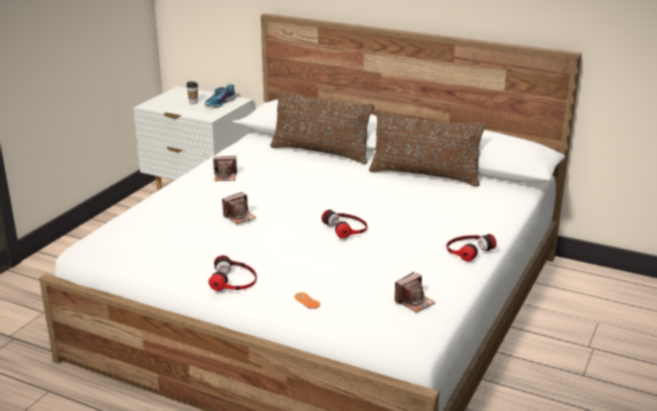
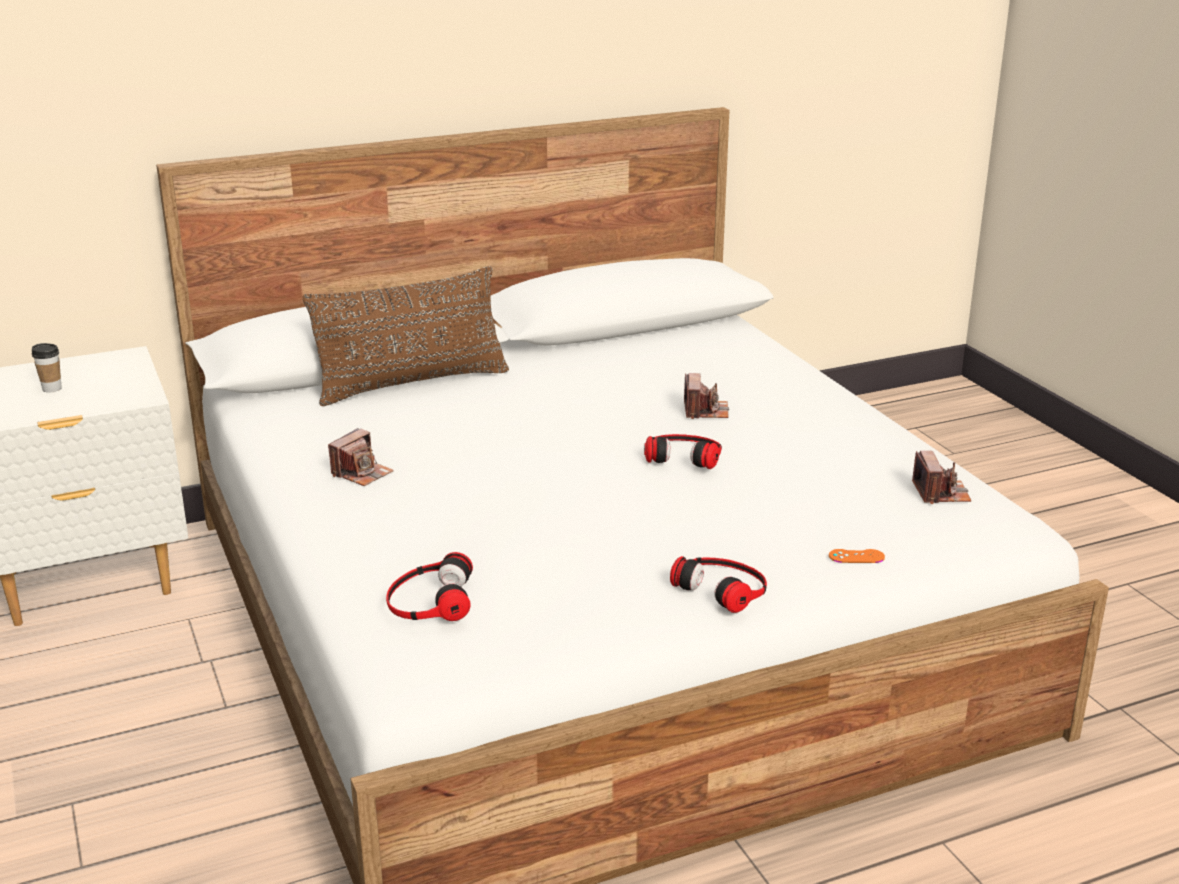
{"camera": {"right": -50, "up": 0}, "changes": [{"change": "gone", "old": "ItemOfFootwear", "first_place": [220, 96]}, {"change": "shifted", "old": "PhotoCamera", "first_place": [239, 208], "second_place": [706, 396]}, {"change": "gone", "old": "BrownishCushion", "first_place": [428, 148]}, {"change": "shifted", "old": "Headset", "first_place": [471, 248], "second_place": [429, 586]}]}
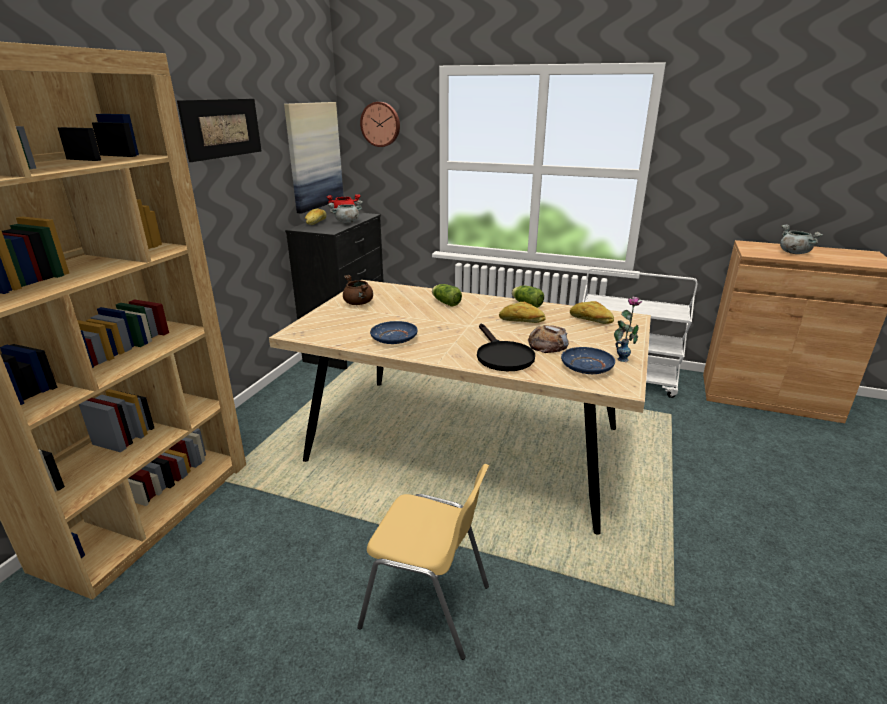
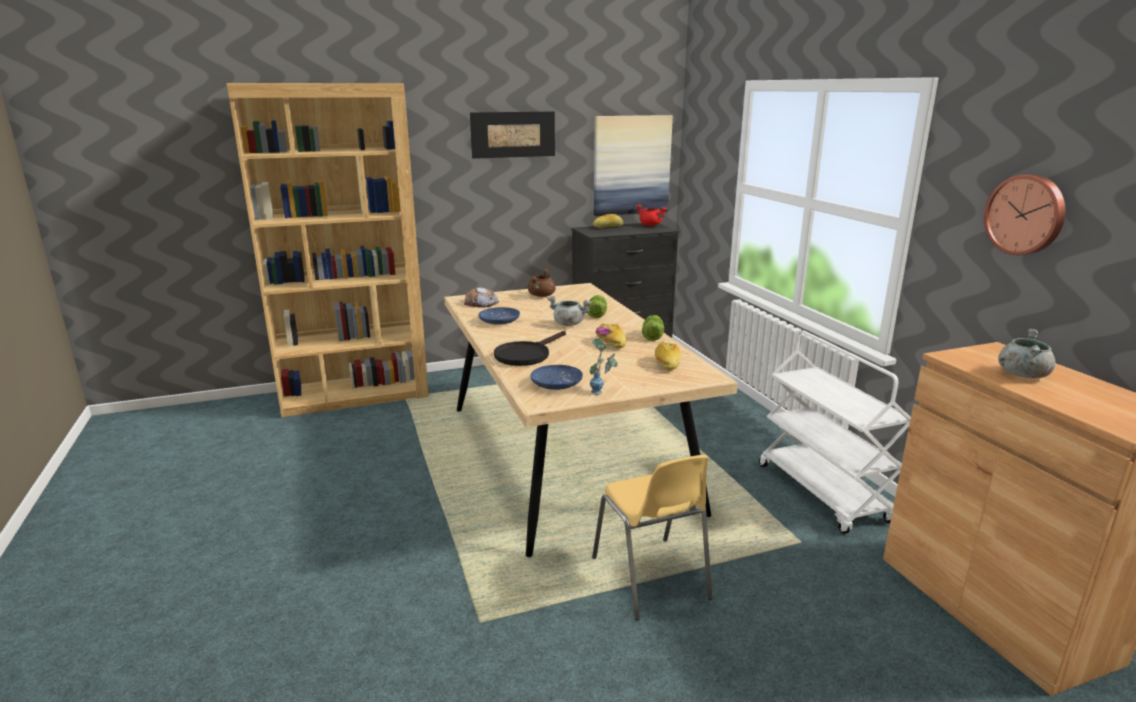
{"camera": {"right": 50, "up": -5}, "changes": [{"change": "shifted", "old": "GrayStockpot", "first_place": [345, 211], "second_place": [569, 311]}, {"change": "shifted", "old": "YellowColouredUprightChair", "first_place": [423, 562], "second_place": [652, 537]}, {"change": "shifted", "old": "WallClock", "first_place": [380, 124], "second_place": [1024, 214]}, {"change": "shifted", "old": "Bread", "first_place": [548, 339], "second_place": [481, 297]}]}
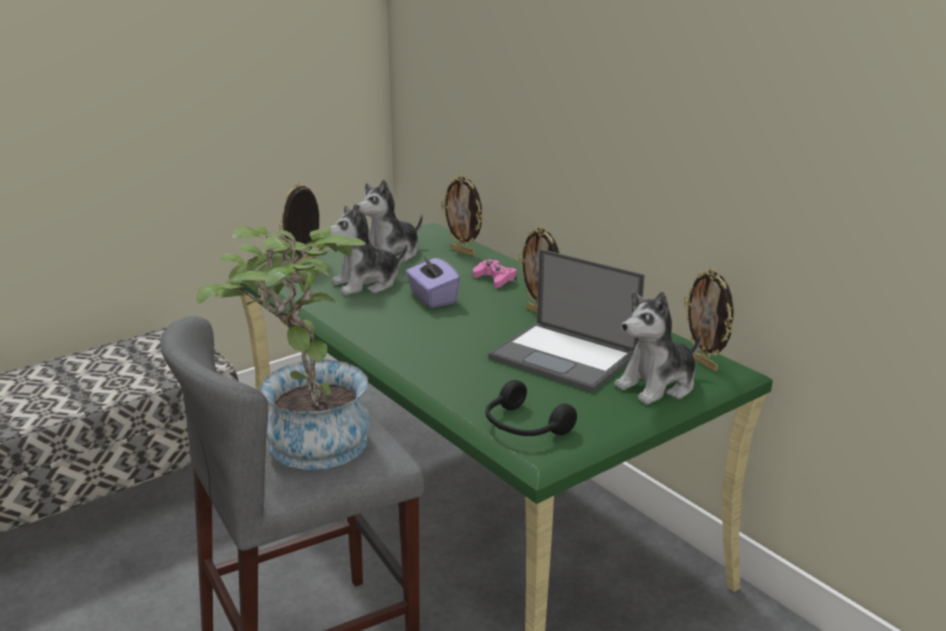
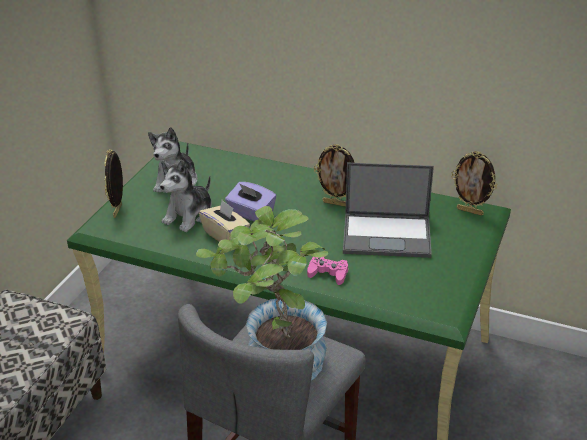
{"camera": {"right": -30, "up": 10}, "changes": [{"change": "gone", "old": "PhotoFrame", "first_place": [462, 215]}, {"change": "shifted", "old": "PinkColouredGameController", "first_place": [495, 274], "second_place": [327, 270]}, {"change": "gone", "old": "BlackishHeadset", "first_place": [531, 408]}, {"change": "gone", "old": "CuddlyToy", "first_place": [657, 348]}, {"change": "new", "new": "SandColouredTissueHolder", "second_place": [224, 220]}]}
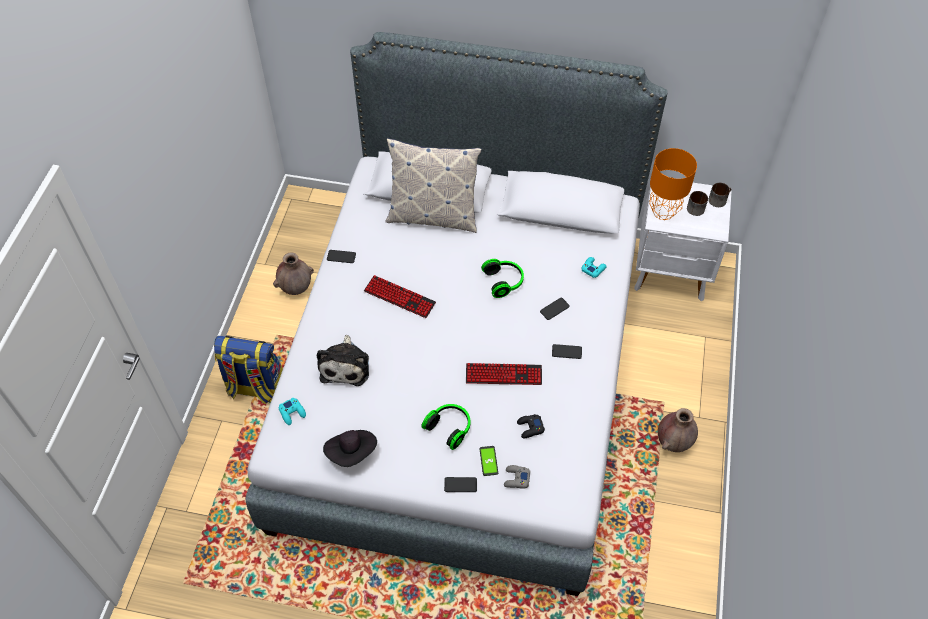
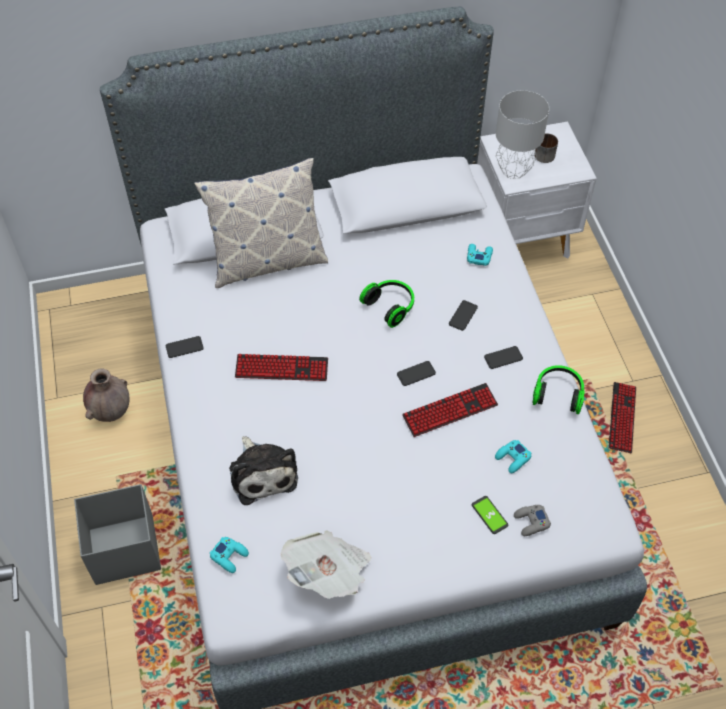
{"camera": {"right": -25, "up": 0}, "changes": [{"change": "swapped", "old": "Backpack", "new": "GrayStorageBin", "first_place": [248, 370], "second_place": [117, 534]}, {"change": "swapped", "old": "BlackishClothingHat", "new": "PrintedPaper", "first_place": [350, 448], "second_place": [326, 564]}, {"change": "shifted", "old": "Headset", "first_place": [446, 427], "second_place": [558, 389]}, {"change": "shifted", "old": "Handset", "first_place": [460, 484], "second_place": [416, 373]}, {"change": "repainted", "old": "BlackishGameController", "new": "TurquoiseColouredGameController", "first_place": [531, 426], "second_place": [513, 456]}, {"change": "repainted", "old": "OrangeTabletopLamp", "new": "GrayTabletopLamp", "first_place": [673, 184], "second_place": [522, 134]}, {"change": "swapped", "old": "BrownishDecorativeVase", "new": "ComputerKeyboard", "first_place": [678, 430], "second_place": [622, 417]}, {"change": "gone", "old": "Mug", "first_place": [720, 195]}]}
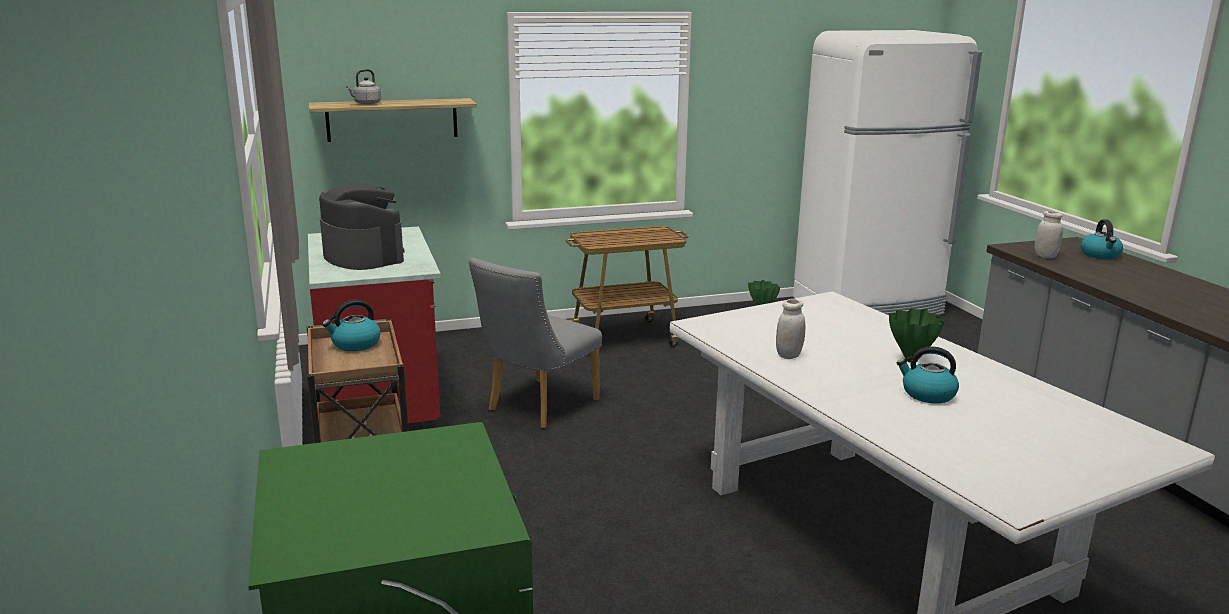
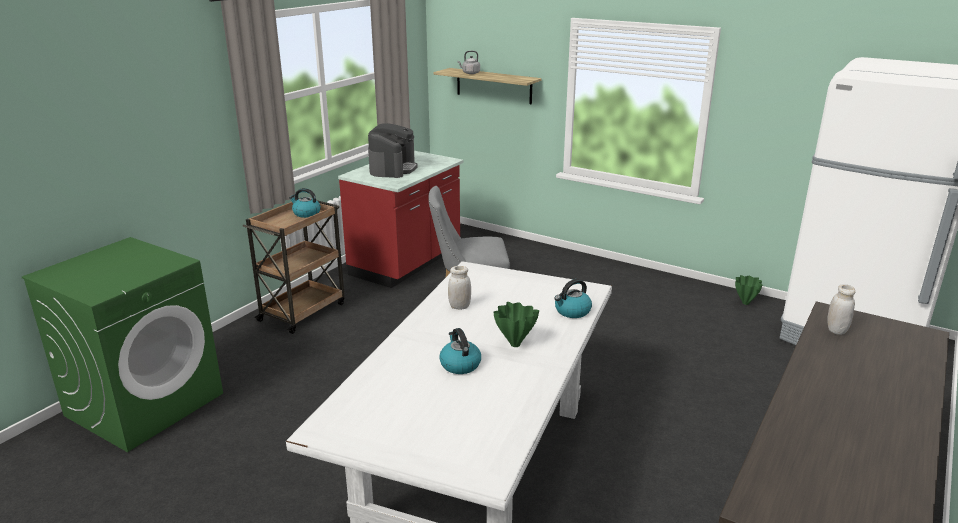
{"camera": {"right": 50, "up": 5}, "changes": [{"change": "gone", "old": "Trolley", "first_place": [627, 286]}, {"change": "shifted", "old": "Kettle", "first_place": [1102, 239], "second_place": [573, 298]}]}
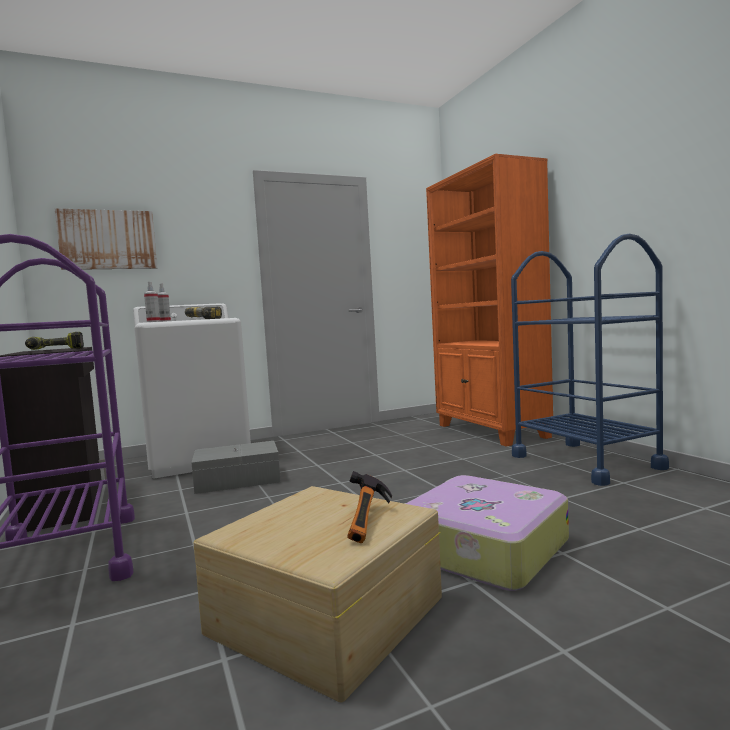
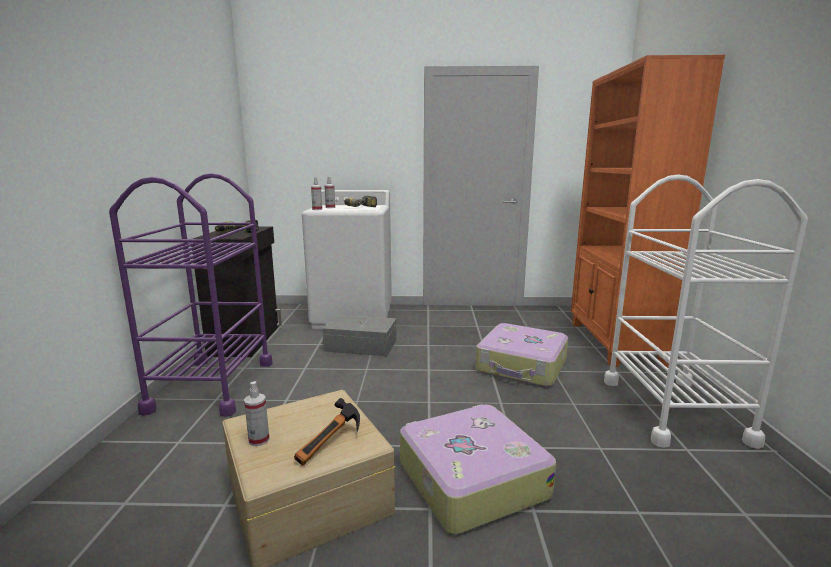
{"camera": {"right": 25, "up": 10}, "changes": [{"change": "gone", "old": "WallArt", "first_place": [106, 239]}, {"change": "repainted", "old": "BlueColouredTrolley", "new": "WhiteTrolley", "first_place": [590, 360], "second_place": [706, 311]}, {"change": "new", "new": "Sprayer", "second_place": [257, 413]}, {"change": "new", "new": "Suitcase", "second_place": [522, 355]}]}
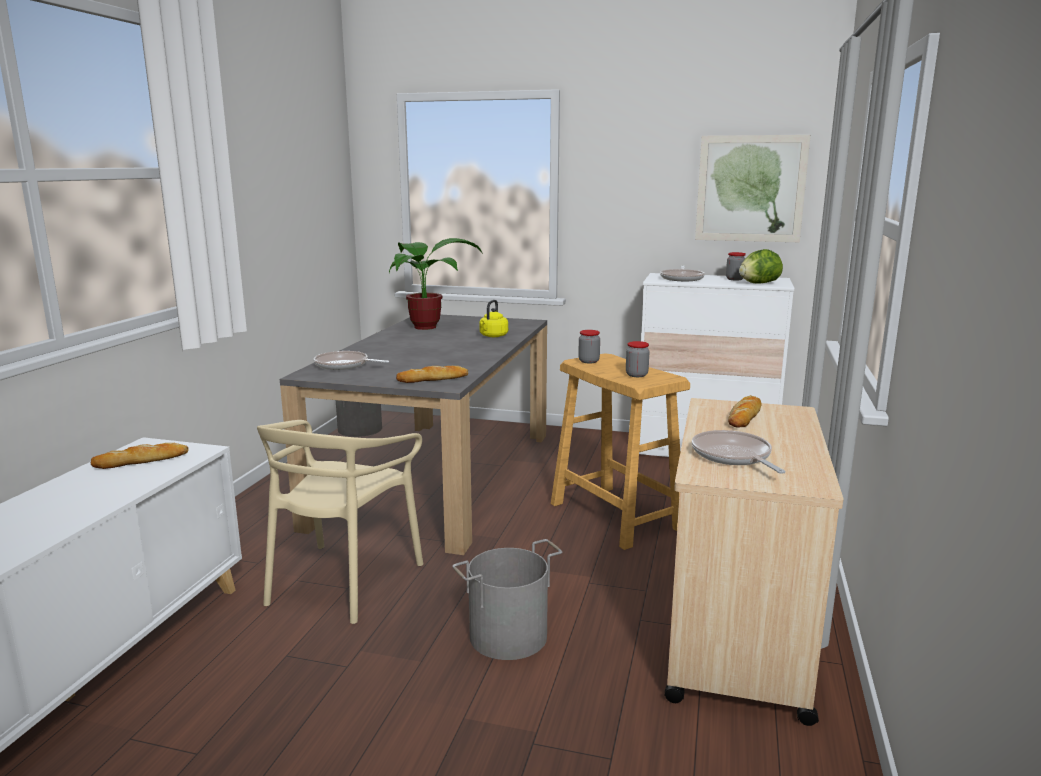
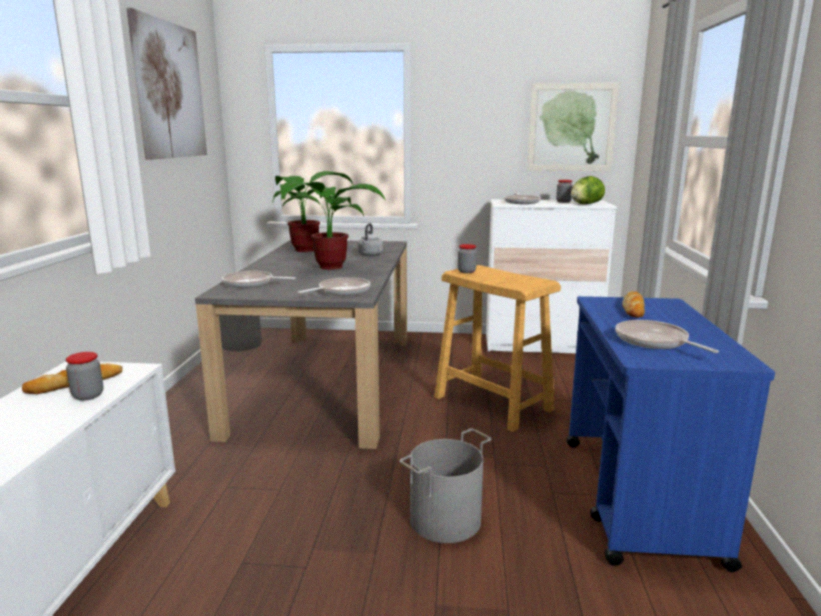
{"camera": {"right": -10, "up": 0}, "changes": [{"change": "gone", "old": "SandColouredUprightChair", "first_place": [340, 522]}, {"change": "swapped", "old": "Bread", "new": "FryingPan", "first_place": [432, 374], "second_place": [334, 286]}, {"change": "repainted", "old": "YellowColouredKettle", "new": "GrayKettle", "first_place": [493, 318], "second_place": [370, 239]}, {"change": "shifted", "old": "StorageJar", "first_place": [638, 359], "second_place": [84, 376]}, {"change": "repainted", "old": "SandColouredTrolley", "new": "BlueColouredTrolley", "first_place": [753, 562], "second_place": [671, 434]}, {"change": "new", "new": "WallArt", "second_place": [167, 84]}, {"change": "new", "new": "PlantInAPot", "second_place": [333, 225]}]}
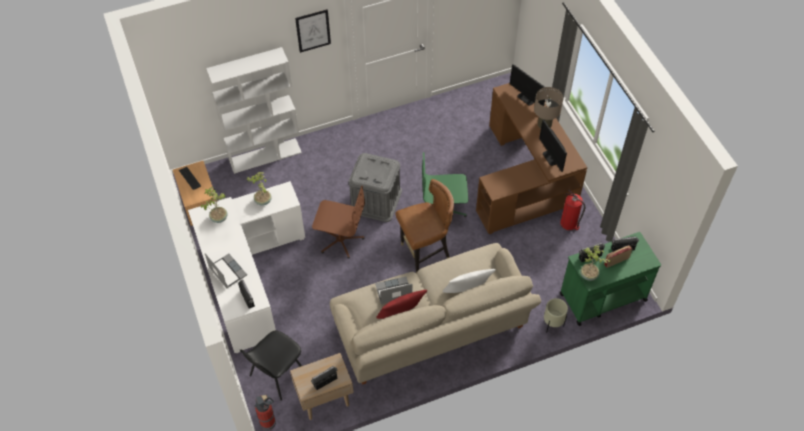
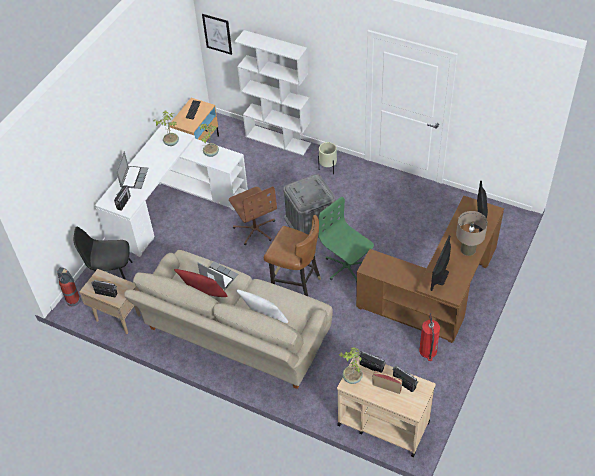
{"camera": {"right": 50, "up": -5}, "changes": [{"change": "shifted", "old": "WallArt", "first_place": [313, 31], "second_place": [217, 34]}, {"change": "shifted", "old": "SandColouredPlanter", "first_place": [556, 315], "second_place": [327, 158]}, {"change": "repainted", "old": "GreenishTrolley", "new": "SandColouredTrolley", "first_place": [610, 279], "second_place": [386, 405]}]}
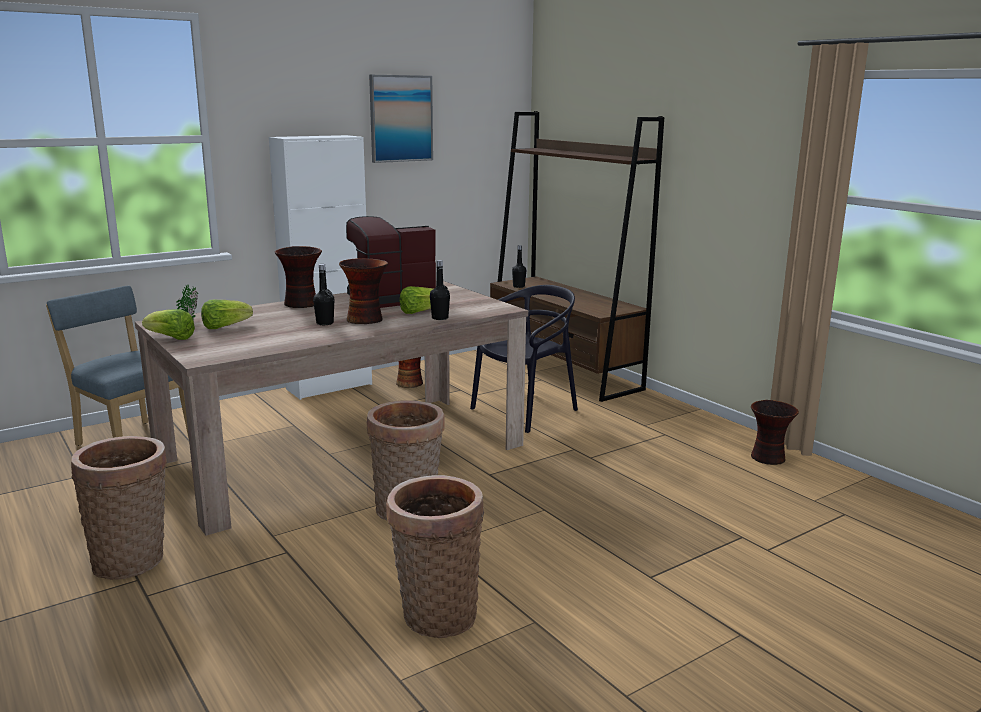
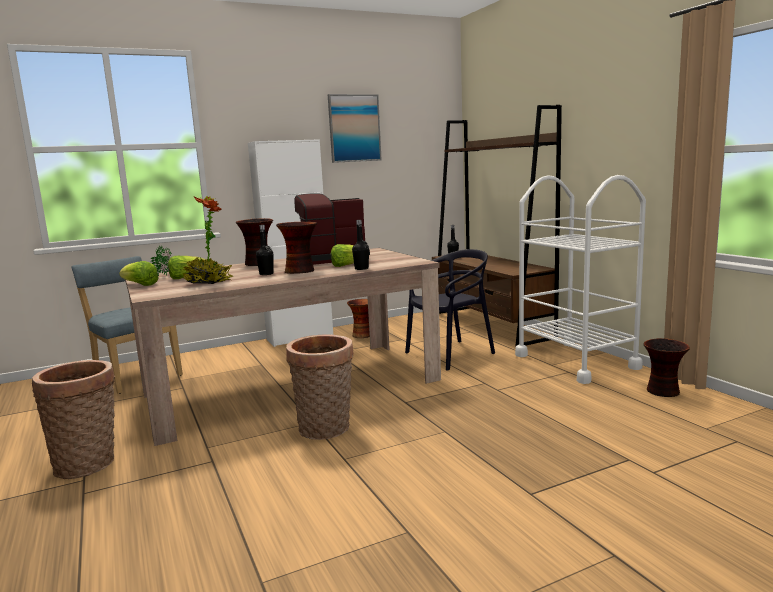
{"camera": {"right": 10, "up": -5}, "changes": [{"change": "gone", "old": "Basket", "first_place": [435, 556]}, {"change": "new", "new": "PlantInAPot", "second_place": [207, 240]}, {"change": "new", "new": "WhiteTrolley", "second_place": [580, 279]}]}
